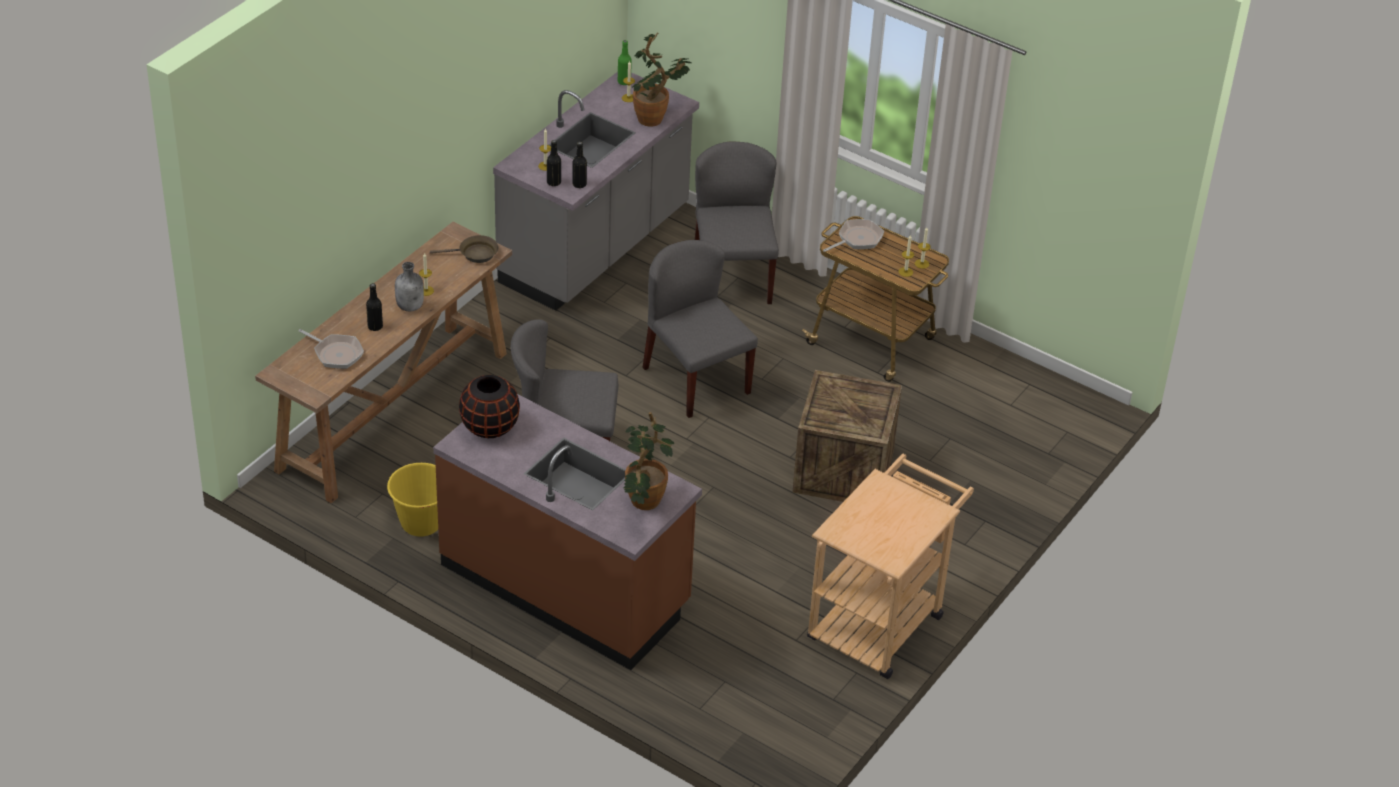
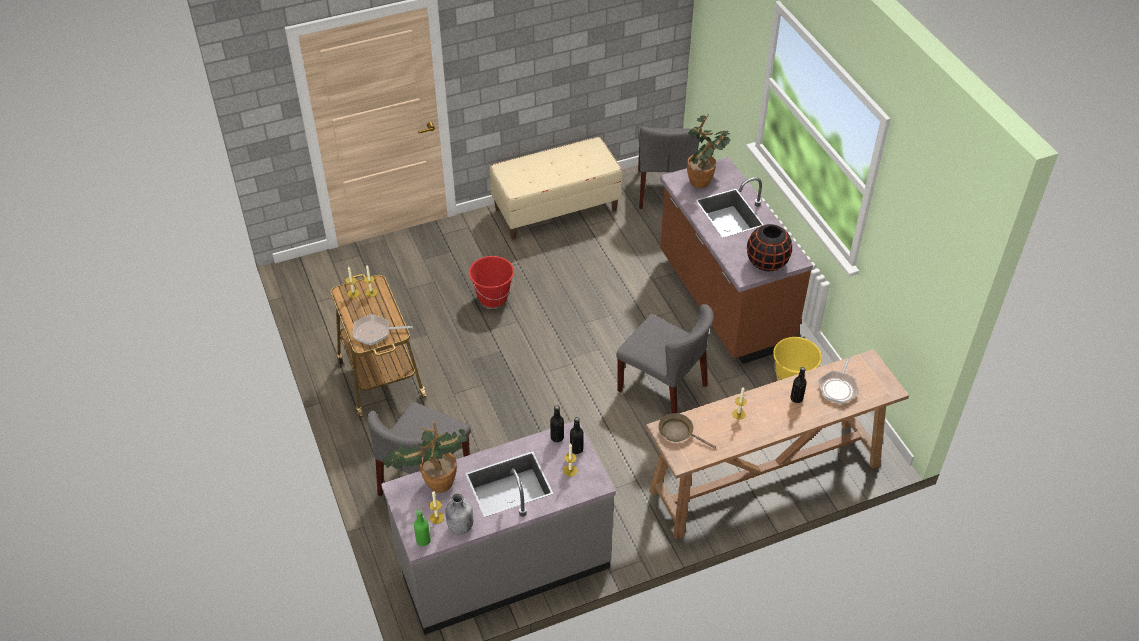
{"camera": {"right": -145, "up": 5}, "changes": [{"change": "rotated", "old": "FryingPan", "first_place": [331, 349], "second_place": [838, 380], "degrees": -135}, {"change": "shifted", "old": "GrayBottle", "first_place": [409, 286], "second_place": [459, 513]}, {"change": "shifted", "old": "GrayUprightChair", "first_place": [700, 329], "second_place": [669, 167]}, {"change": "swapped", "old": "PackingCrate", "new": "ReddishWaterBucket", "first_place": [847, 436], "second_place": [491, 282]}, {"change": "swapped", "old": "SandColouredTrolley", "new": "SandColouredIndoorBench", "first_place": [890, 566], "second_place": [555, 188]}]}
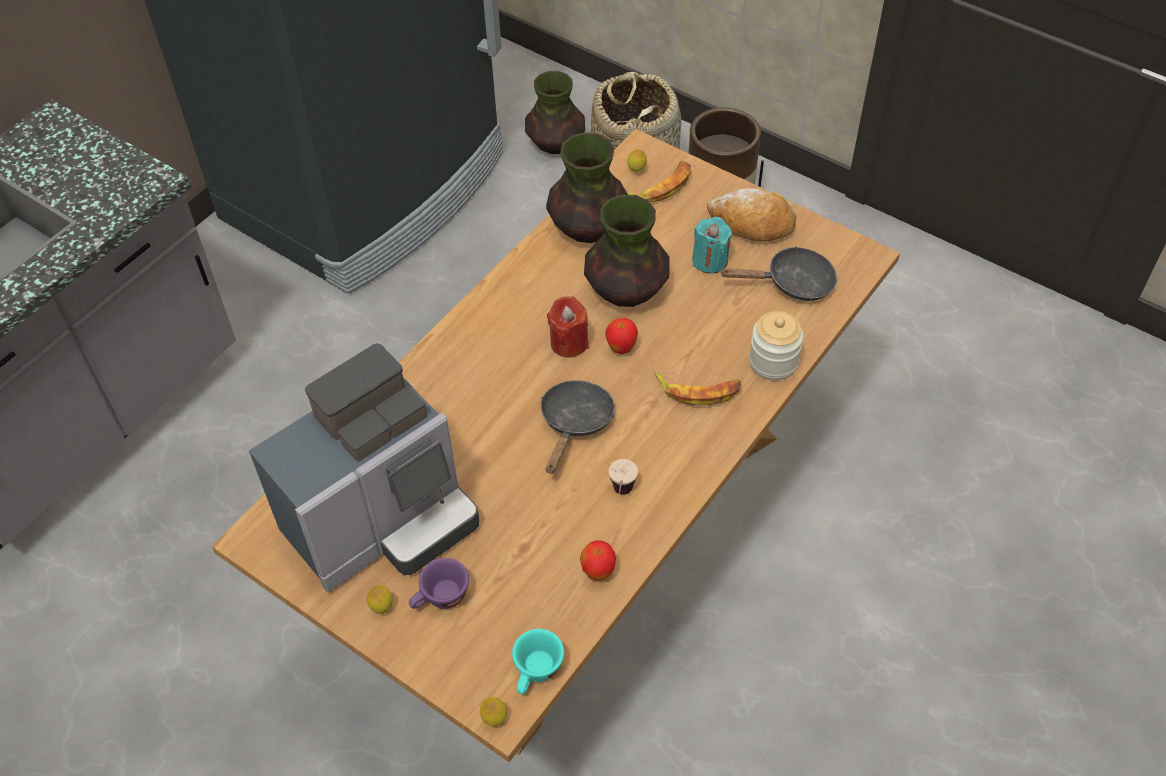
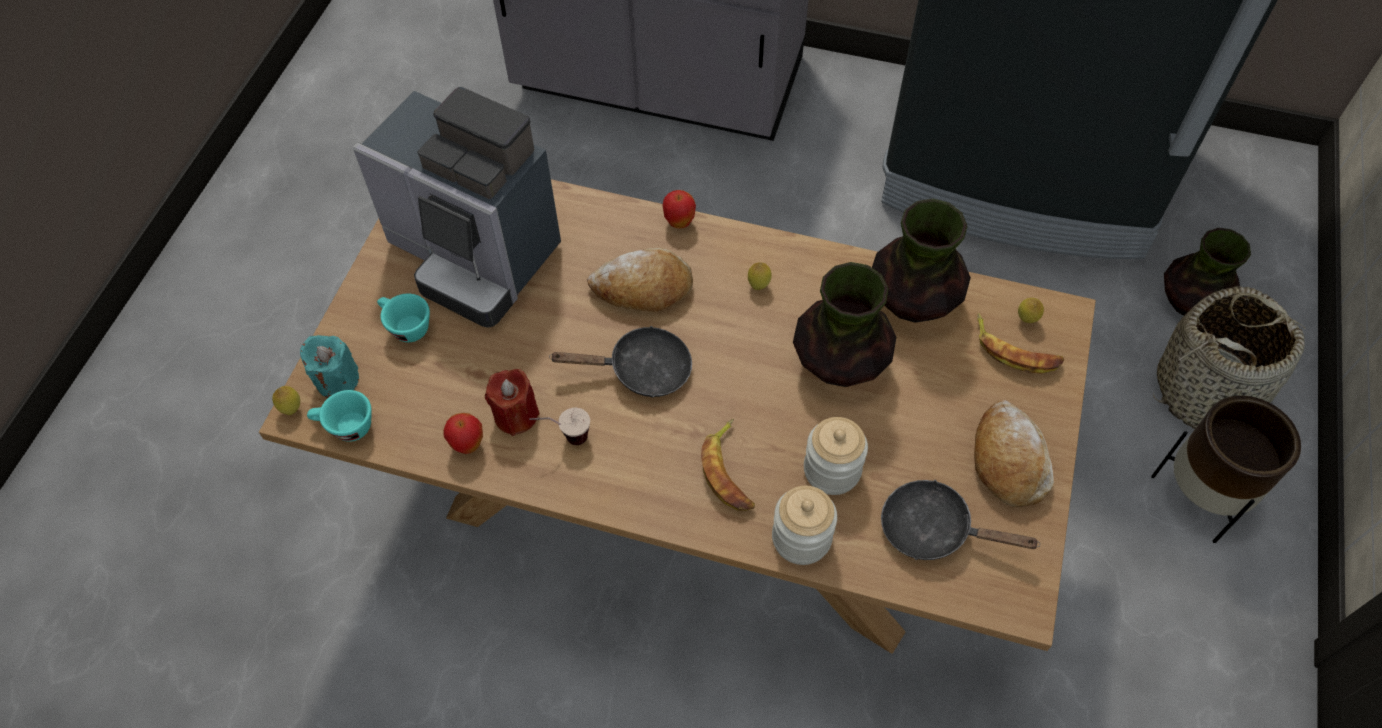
{"camera": {"right": 70, "up": 5}, "changes": [{"change": "shifted", "old": "WholeLemon", "first_place": [380, 599], "second_place": [760, 276]}, {"change": "repainted", "old": "PurpleSmallCup", "new": "TurquoiseColouredSmallCup", "first_place": [439, 583], "second_place": [403, 318]}, {"change": "shifted", "old": "ReddishWaxCandle", "first_place": [568, 327], "second_place": [512, 402]}, {"change": "shifted", "old": "AppleFruit", "first_place": [621, 336], "second_place": [679, 209]}, {"change": "shifted", "old": "TurquoiseColouredWaxCandle", "first_place": [712, 245], "second_place": [329, 366]}, {"change": "rotated", "old": "BlackishFryingPan", "first_place": [778, 274], "second_place": [960, 520], "degrees": 135}, {"change": "new", "new": "Bread", "second_place": [640, 280]}, {"change": "new", "new": "StorageJar", "second_place": [836, 456]}]}
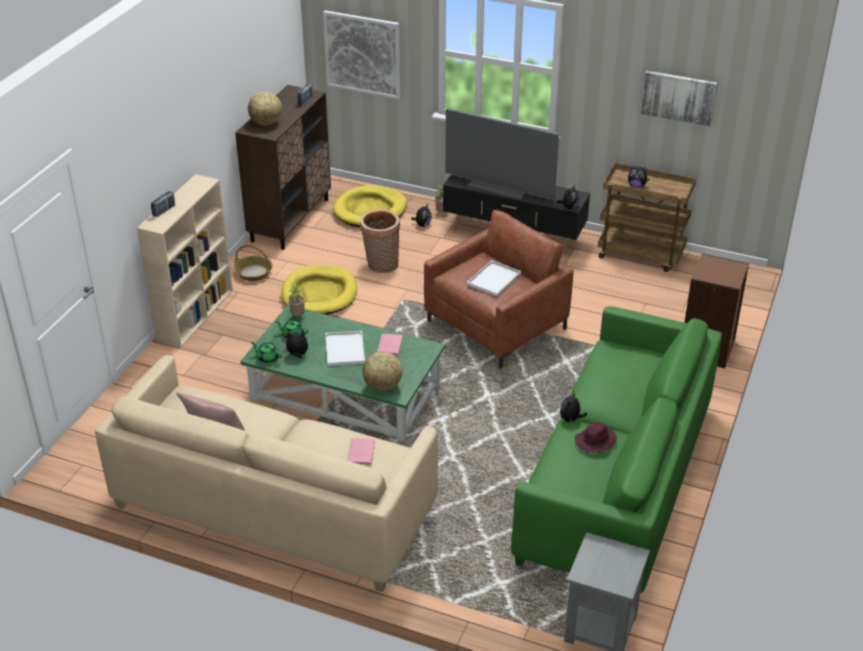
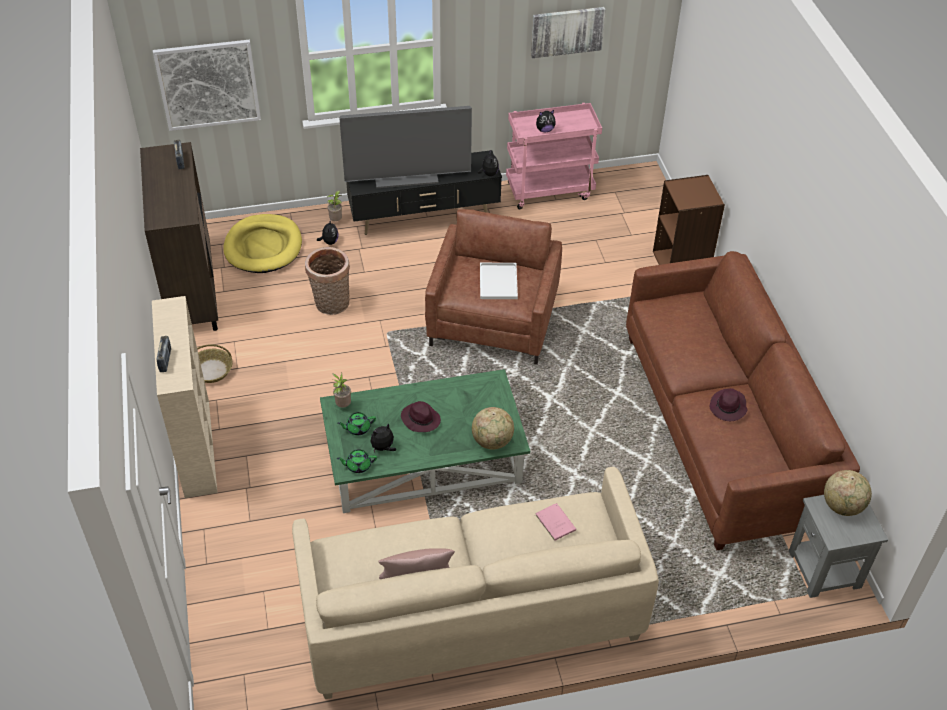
{"camera": {"right": -35, "up": 10}, "changes": [{"change": "shifted", "old": "WorldGlobe", "first_place": [265, 108], "second_place": [848, 493]}, {"change": "gone", "old": "YellowColouredPetBed", "first_place": [319, 290]}, {"change": "swapped", "old": "WhiteCarryingTray", "new": "PurpleClothingHat", "first_place": [345, 348], "second_place": [421, 416]}, {"change": "gone", "old": "PinkColouredBook", "first_place": [390, 344]}, {"change": "repainted", "old": "GreenishSofa", "new": "BrownishSofa", "first_place": [616, 449], "second_place": [743, 400]}, {"change": "gone", "old": "CuddlyToy", "first_place": [573, 407]}, {"change": "repainted", "old": "BrownishTrolley", "new": "PinkColouredTrolley", "first_place": [647, 217], "second_place": [554, 156]}]}
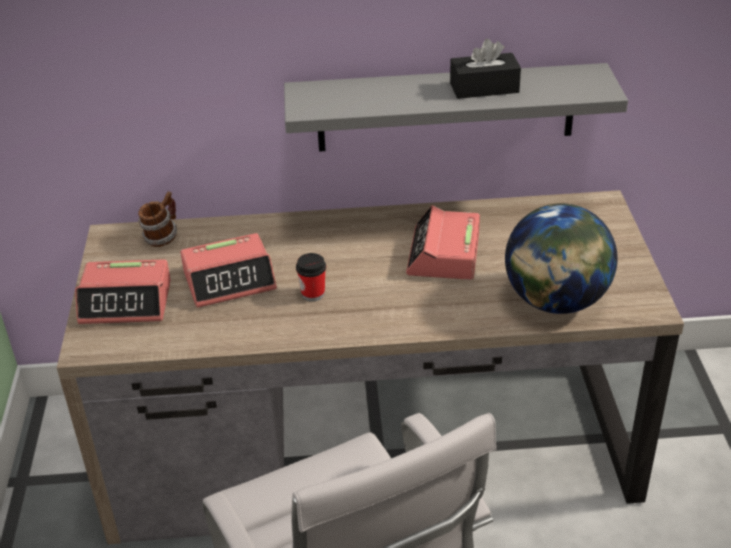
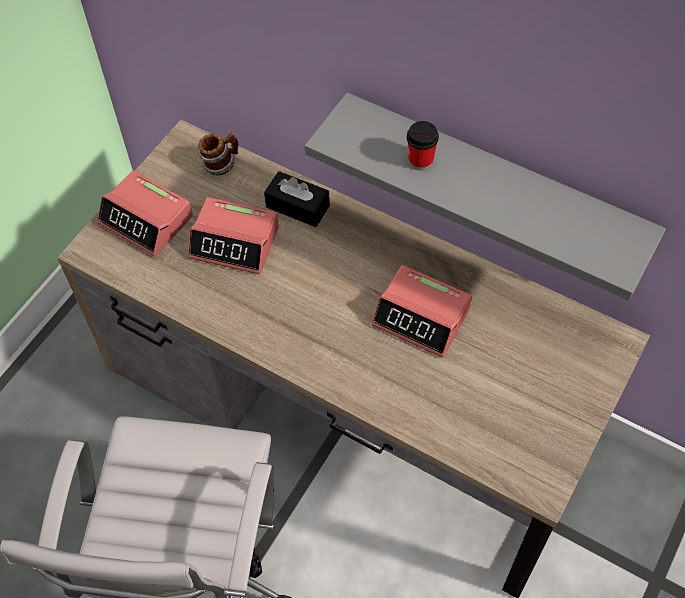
{"camera": {"right": 35, "up": 20}, "changes": [{"change": "shifted", "old": "SmallCup", "first_place": [311, 277], "second_place": [423, 146]}, {"change": "rotated", "old": "TableClock", "first_place": [443, 242], "second_place": [421, 311], "degrees": -105}, {"change": "shifted", "old": "BlackishTissueHolder", "first_place": [485, 69], "second_place": [297, 199]}, {"change": "gone", "old": "WorldGlobe", "first_place": [561, 258]}]}
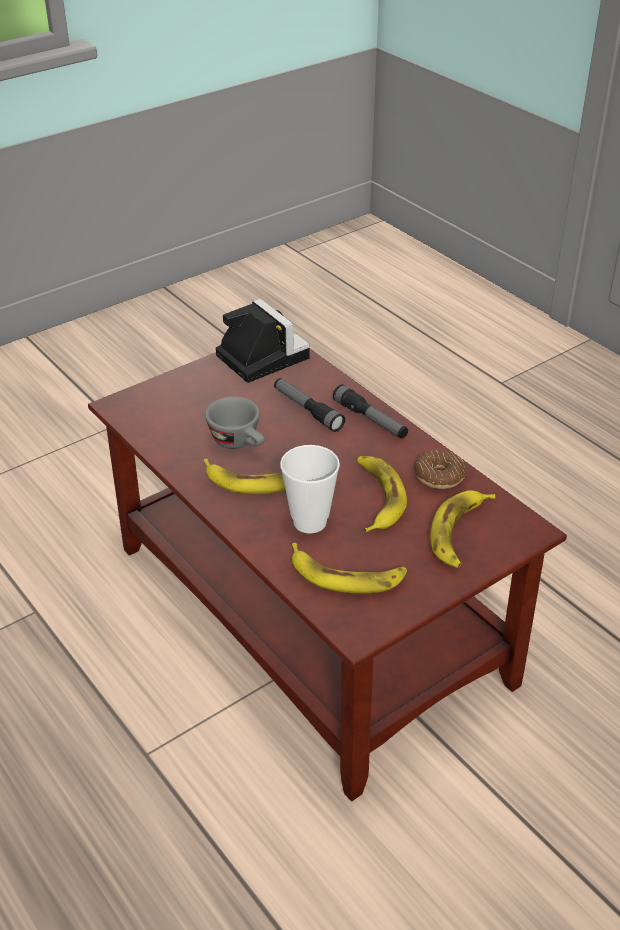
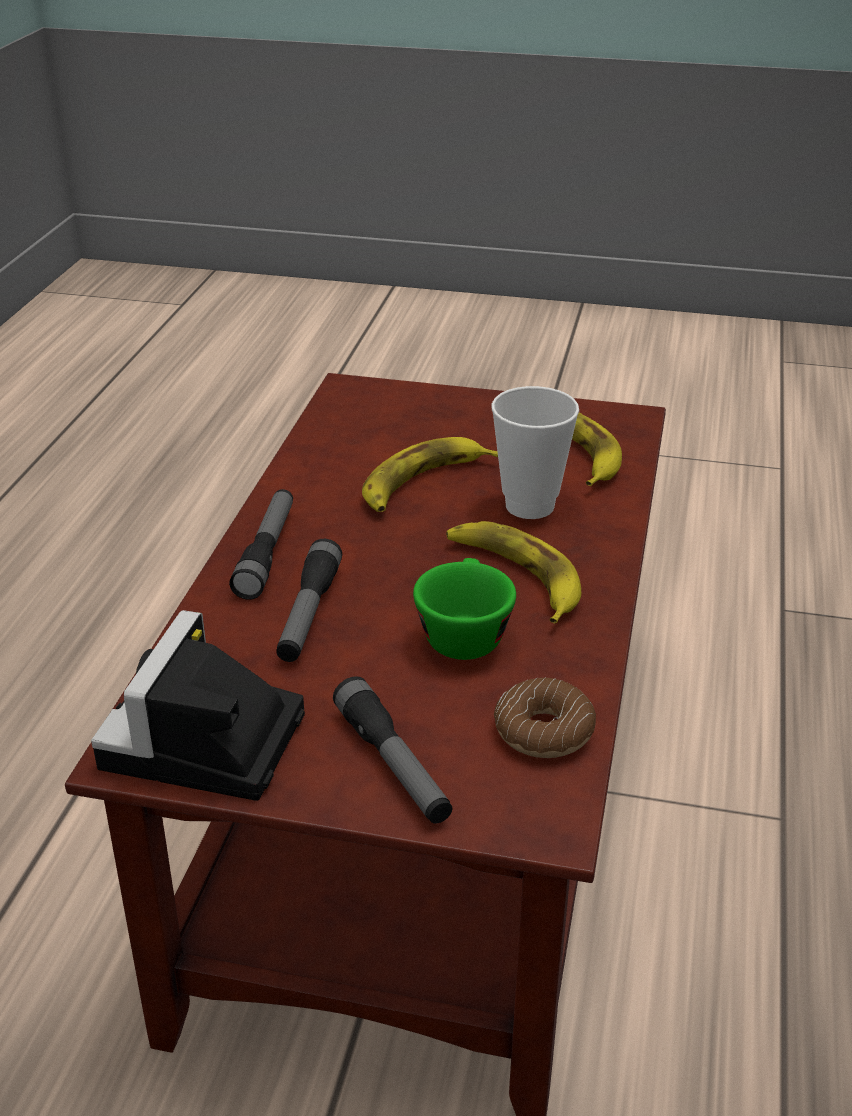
{"camera": {"right": -130, "up": -5}, "changes": [{"change": "repainted", "old": "GraySmallCup", "new": "GreenishSmallCup", "first_place": [235, 422], "second_place": [464, 609]}, {"change": "shifted", "old": "Doughnut", "first_place": [440, 469], "second_place": [545, 717]}, {"change": "gone", "old": "Banana", "first_place": [462, 529]}, {"change": "new", "new": "Torch", "second_place": [393, 749]}]}
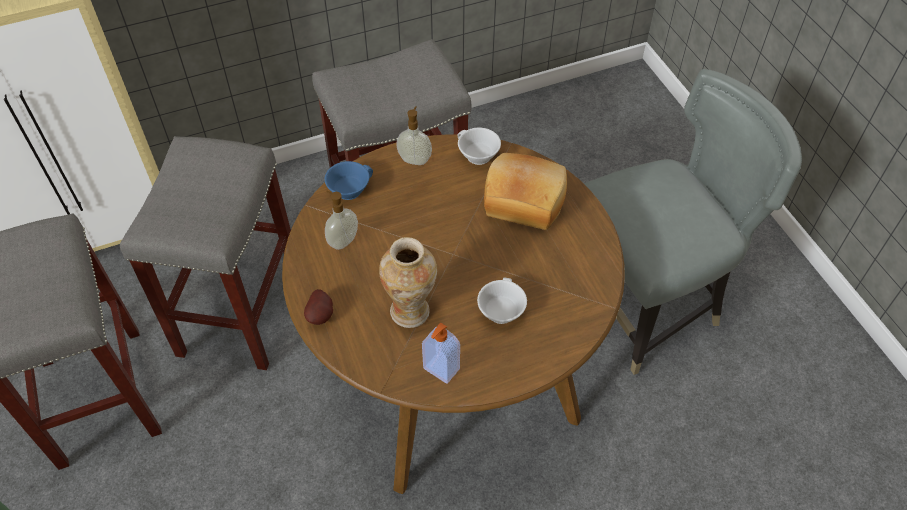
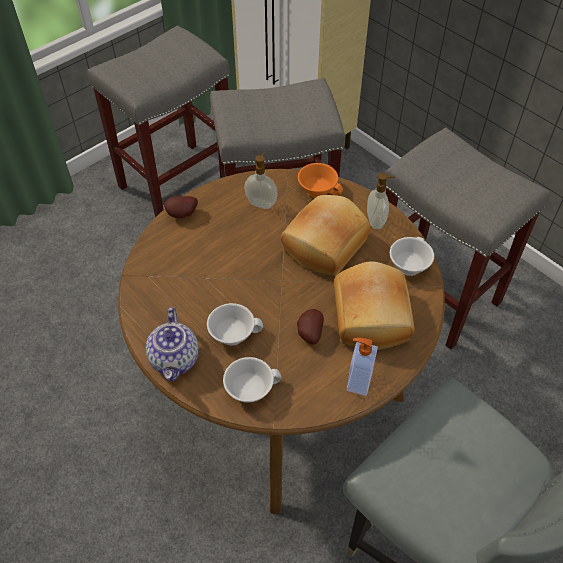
{"camera": {"right": 70, "up": 0}, "changes": [{"change": "repainted", "old": "BlueColouredSmallCup", "new": "OrangeSmallCup", "first_place": [349, 180], "second_place": [320, 180]}, {"change": "gone", "old": "DecorativeVase", "first_place": [408, 282]}, {"change": "shifted", "old": "LiquidSoapBottle", "first_place": [441, 353], "second_place": [362, 367]}, {"change": "new", "new": "Teapot", "second_place": [172, 344]}, {"change": "new", "new": "WhiteSmallCup", "second_place": [252, 380]}, {"change": "new", "new": "Bread", "second_place": [326, 236]}, {"change": "new", "new": "Spud", "second_place": [310, 327]}]}
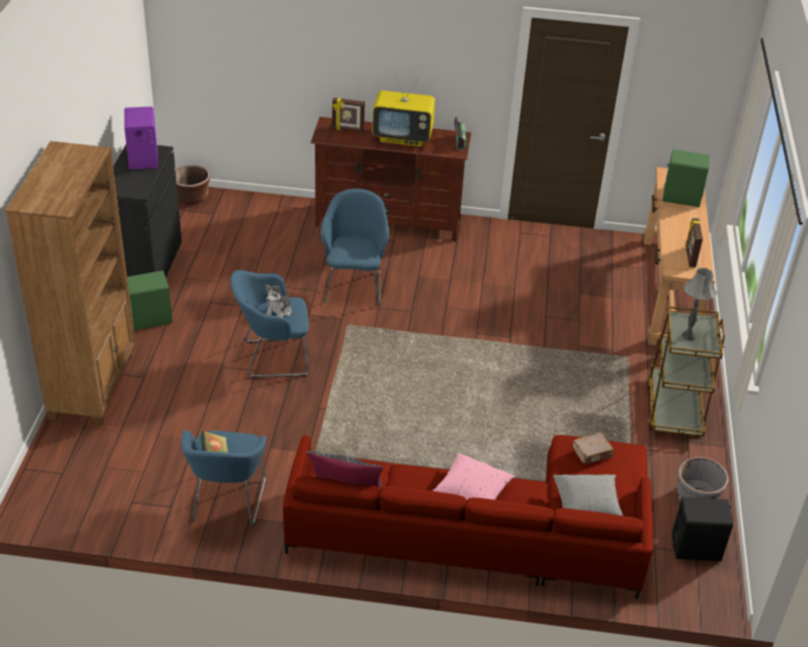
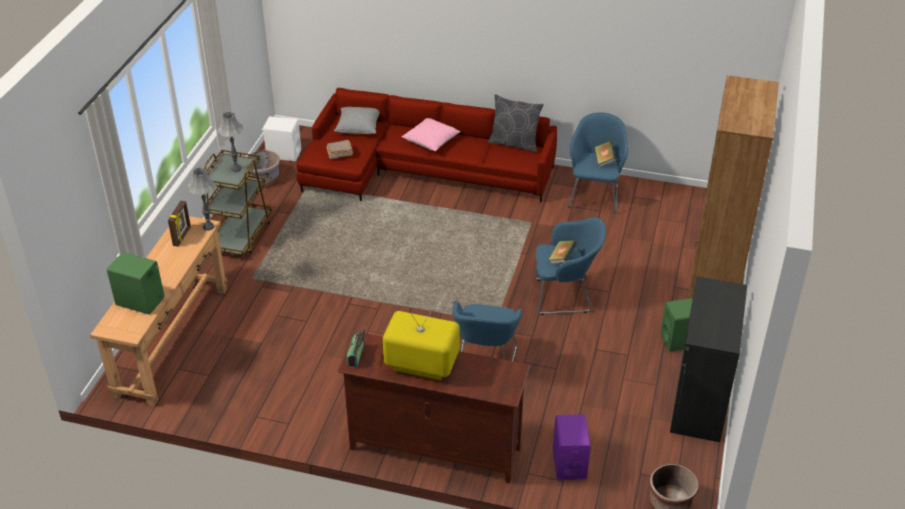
{"camera": {"right": -170, "up": 0}, "changes": [{"change": "shifted", "old": "PurpleSpeaker", "first_place": [141, 138], "second_place": [572, 447]}, {"change": "swapped", "old": "CuddlyToy", "new": "Book", "first_place": [278, 301], "second_place": [562, 252]}, {"change": "gone", "old": "PhotoFrame", "first_place": [348, 115]}, {"change": "repainted", "old": "BlackishSpeaker", "new": "WhiteSpeaker", "first_place": [702, 529], "second_place": [281, 139]}, {"change": "new", "new": "GrayTabletopLamp", "second_place": [202, 199]}]}
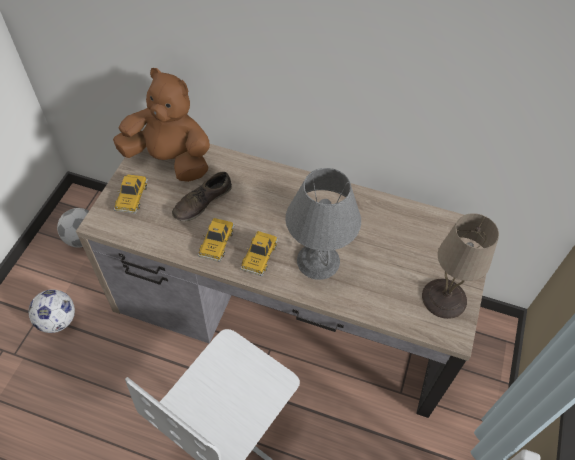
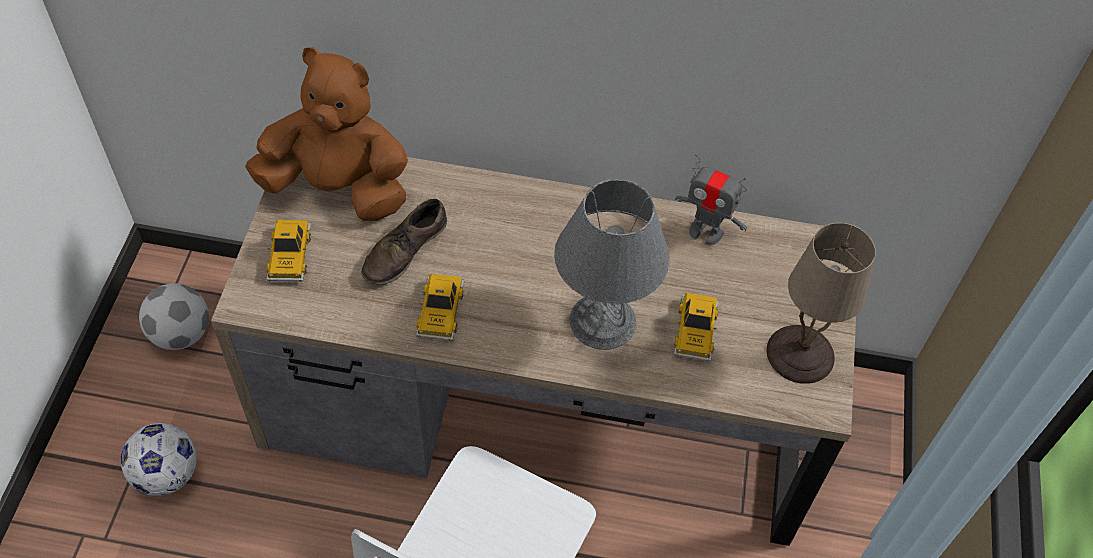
{"camera": {"right": -10, "up": 0}, "changes": [{"change": "shifted", "old": "MiniatureCar", "first_place": [259, 253], "second_place": [696, 327]}, {"change": "new", "new": "ModelRobot", "second_place": [711, 199]}]}
